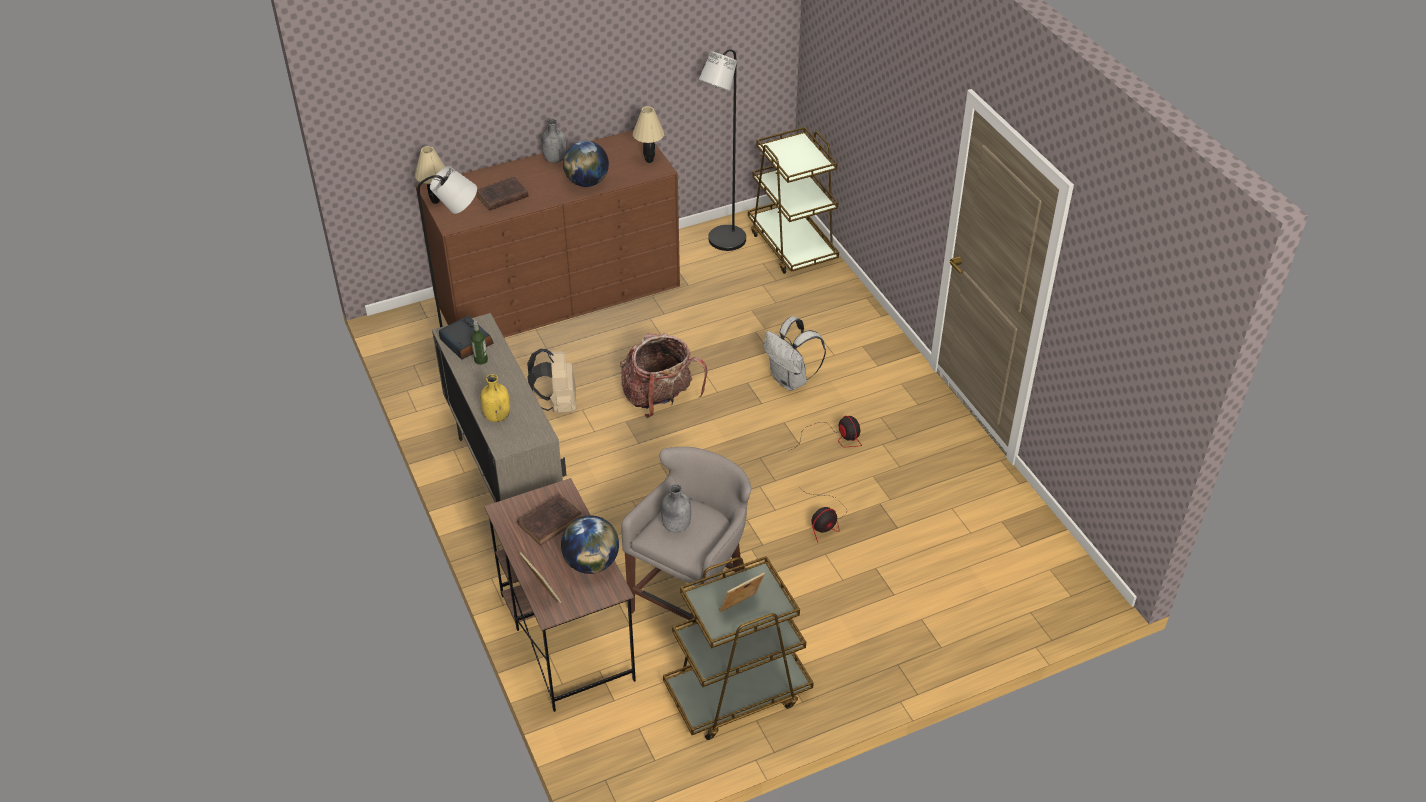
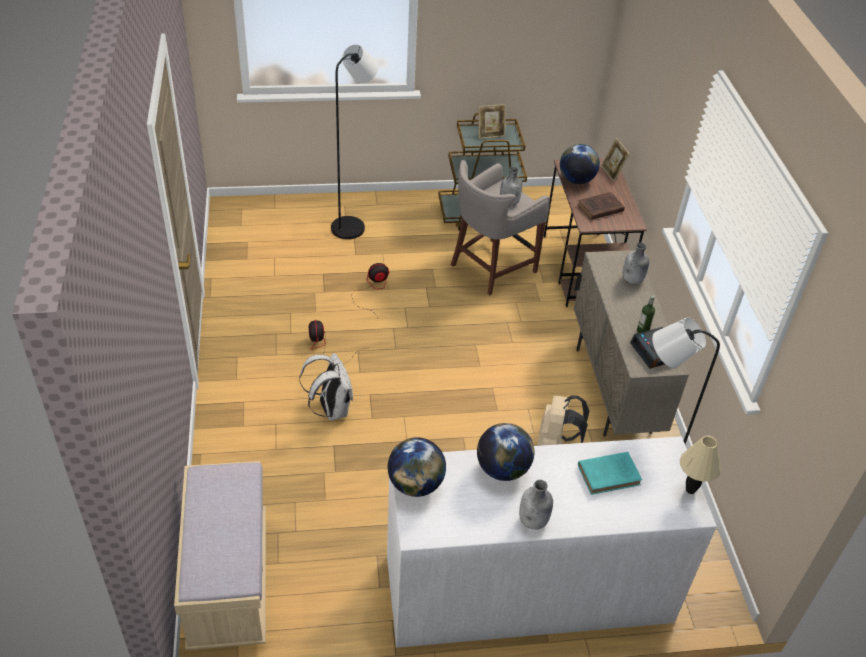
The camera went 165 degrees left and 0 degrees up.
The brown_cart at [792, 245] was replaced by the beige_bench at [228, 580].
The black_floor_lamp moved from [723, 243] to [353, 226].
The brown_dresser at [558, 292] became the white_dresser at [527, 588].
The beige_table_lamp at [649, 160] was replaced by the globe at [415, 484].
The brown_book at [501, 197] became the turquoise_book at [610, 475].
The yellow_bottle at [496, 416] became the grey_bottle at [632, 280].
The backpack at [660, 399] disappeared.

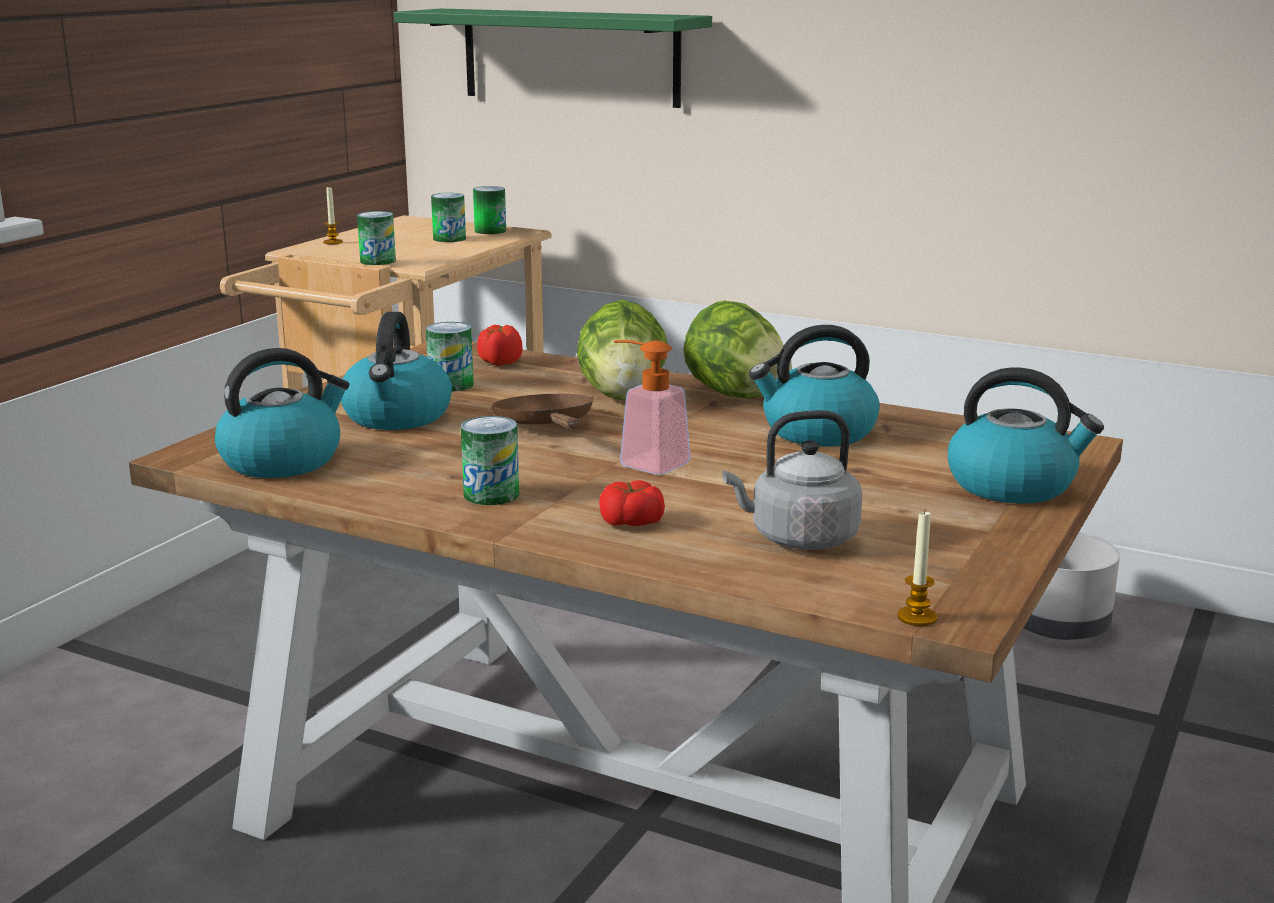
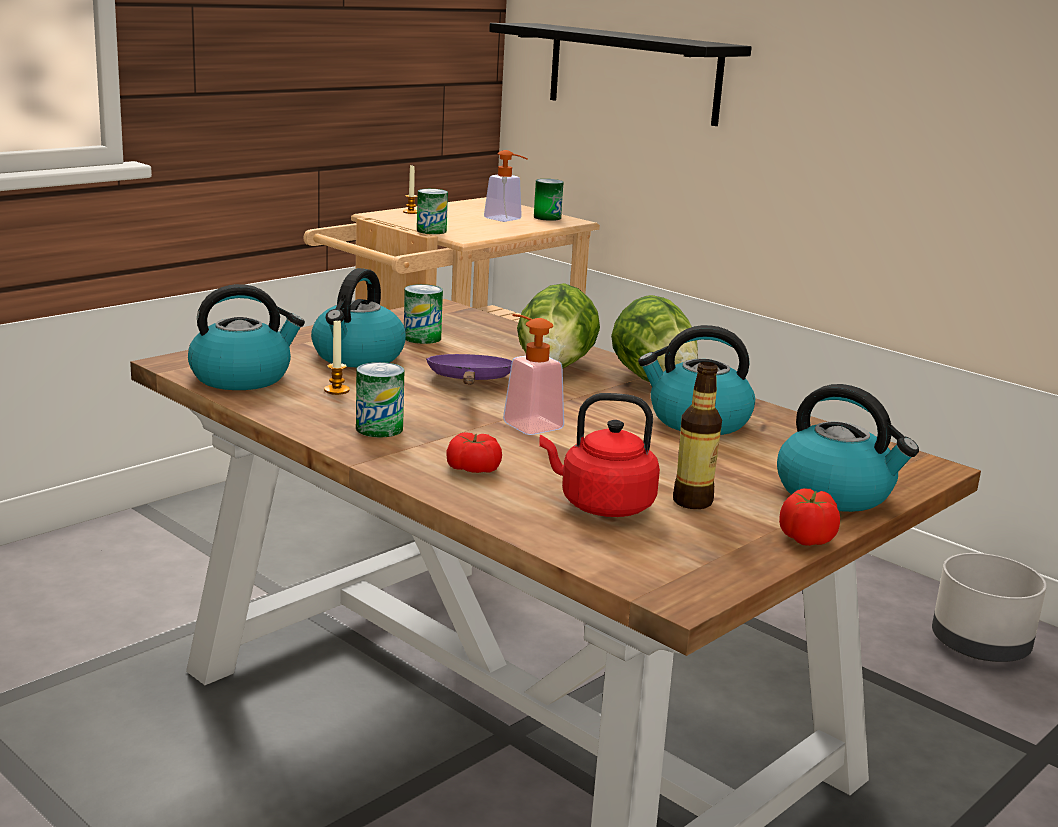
The camera went 15 degrees right and 0 degrees up.
The candle moved from [917, 617] to [336, 390].
The brown_frying_pan at [546, 426] became the purple_frying_pan at [470, 382].
The can at [449, 239] was replaced by the soap_dispenser at [507, 220].
The green_shelf at [570, 57] became the black_shelf at [633, 73].
The grey_kettle at [798, 538] became the red_kettle at [601, 505].
The bottle at [692, 501] appeared.
The tomato moved from [500, 363] to [806, 539].

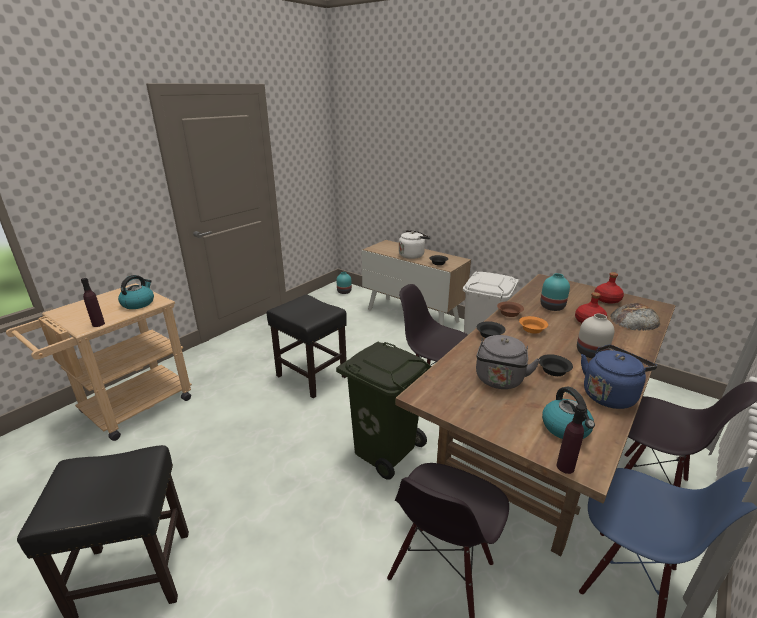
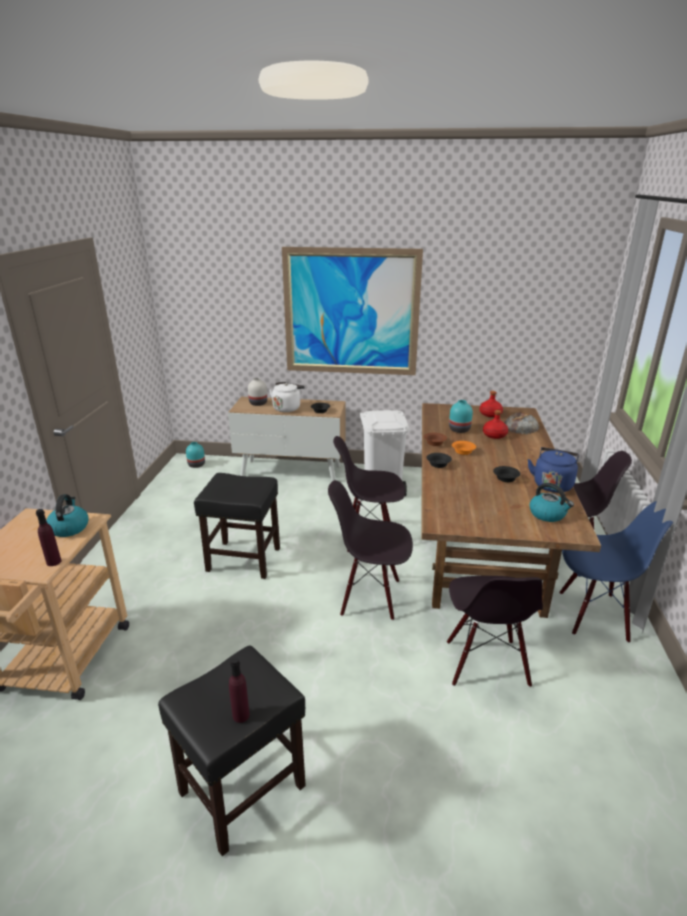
The camera went 30 degrees left and 0 degrees up.
The purple_bottle moved from [565, 467] to [241, 715].
The white_vase moved from [591, 352] to [258, 403].
The picture at [351, 313] appeared.
The green_trash_can at [385, 449] was replaced by the black_chair at [370, 596].
The grey_kettle at [499, 381] disappeared.

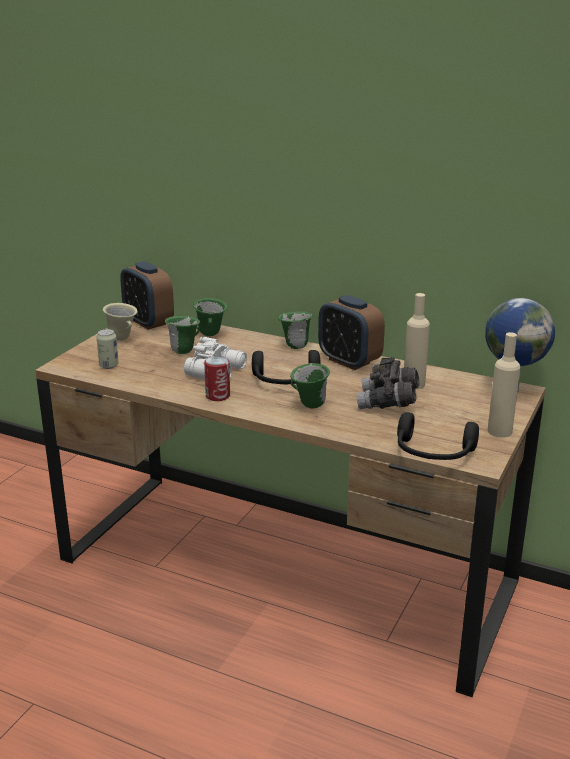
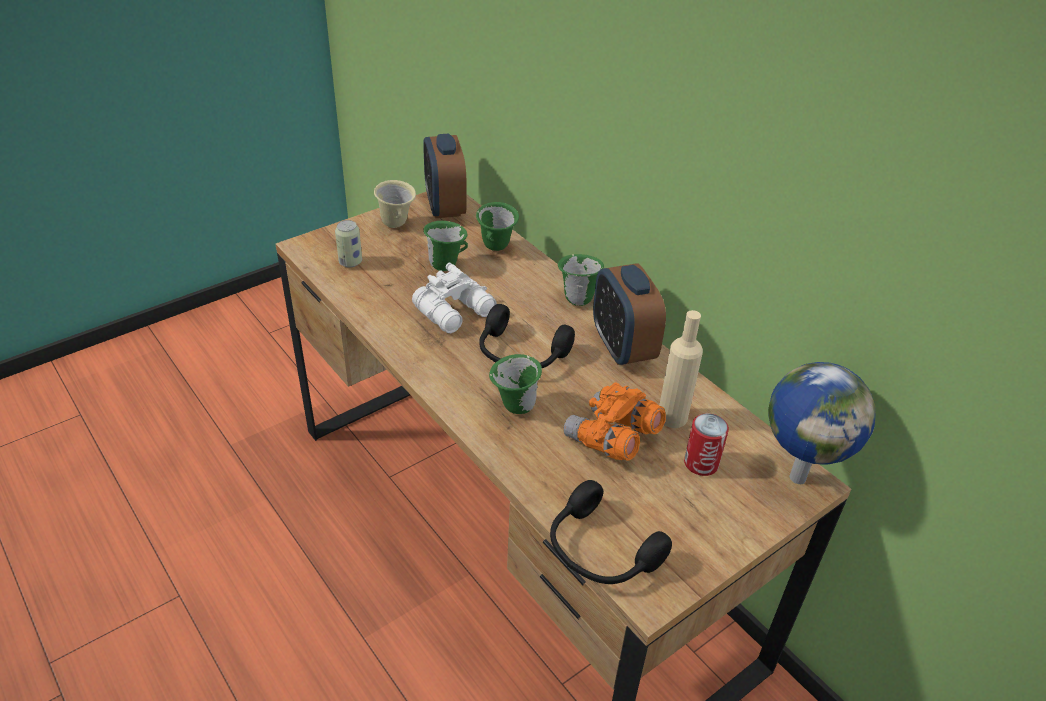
The camera went 25 degrees right and 15 degrees up.
The grey_binoculars at [388, 403] became the orange_binoculars at [612, 439].
The can moved from [218, 396] to [701, 463].
The beige_bottle at [499, 431] disappeared.

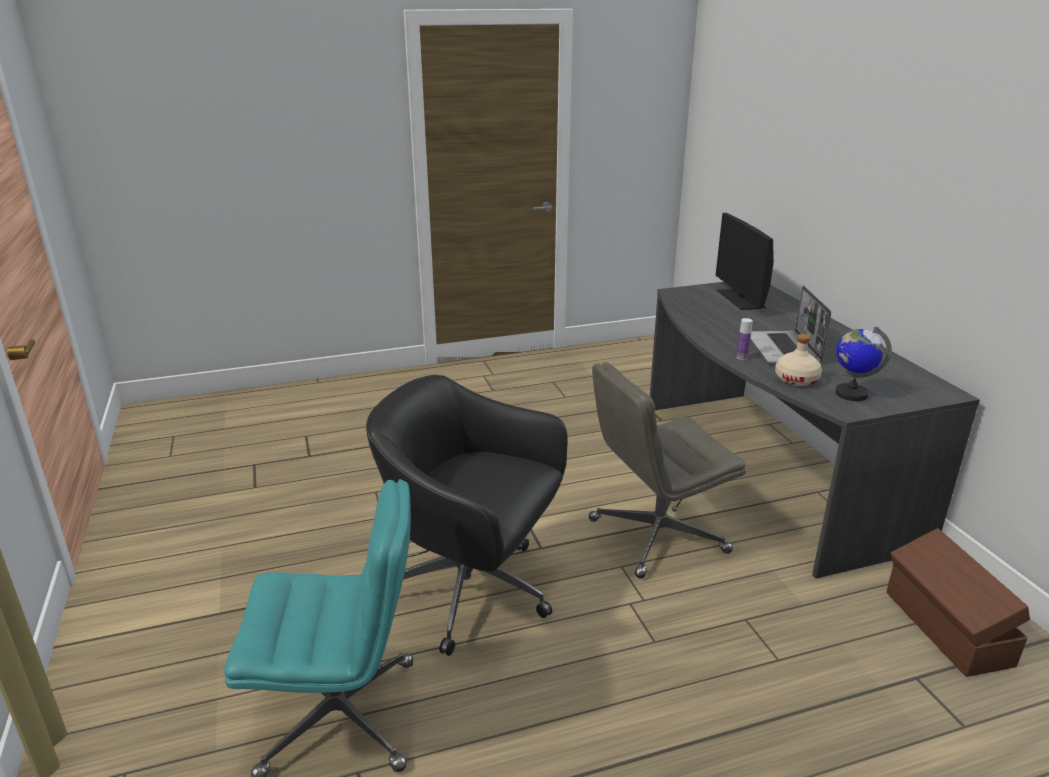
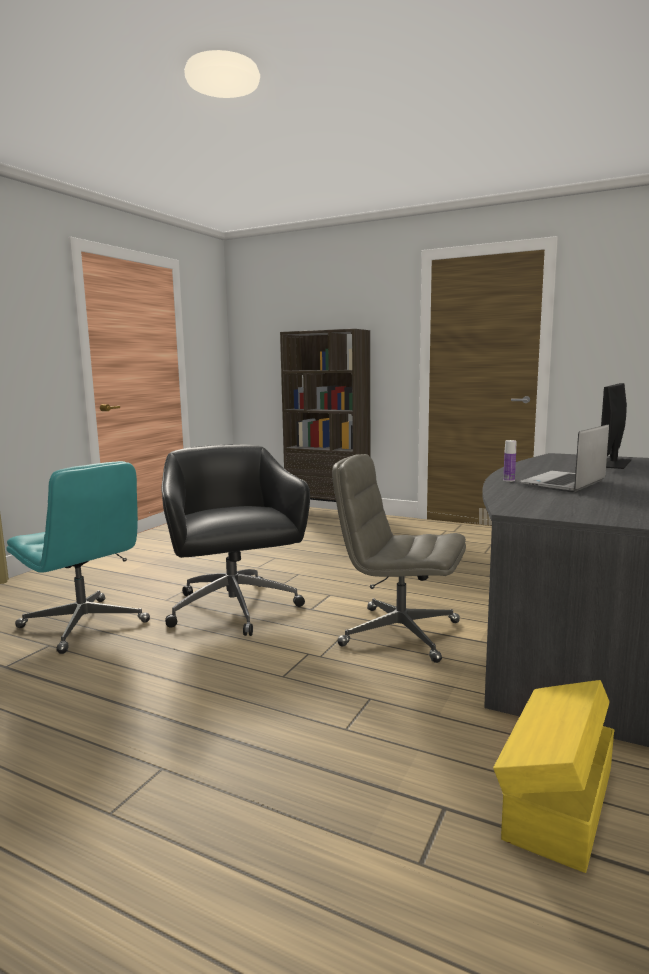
The camera went 45 degrees right and 15 degrees down.
The brown_bookcase at [328, 514] appeared.
The brown_storage_box at [946, 629] became the yellow_storage_box at [556, 802].
The beige_bottle at [796, 379] disappeared.
The globe at [851, 394] disappeared.

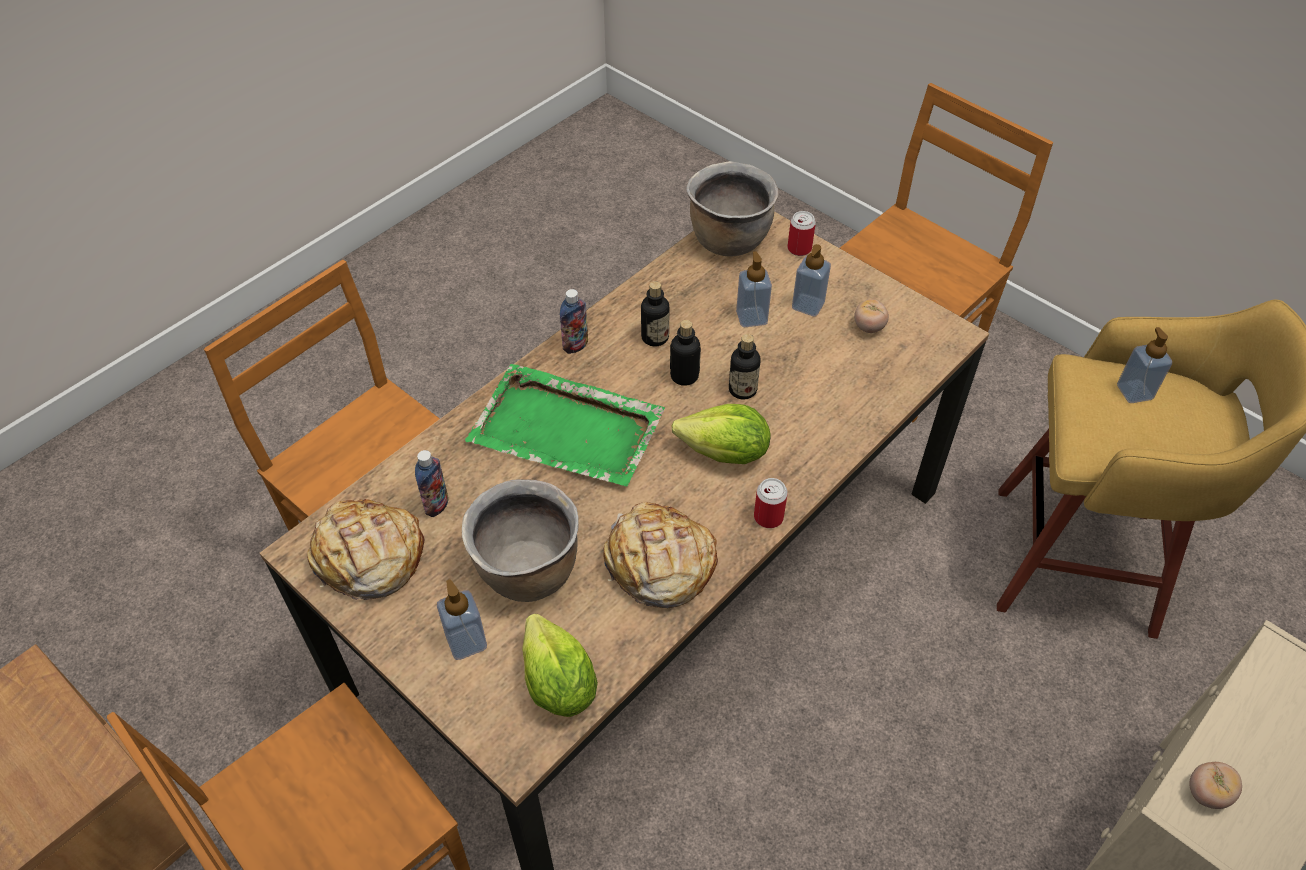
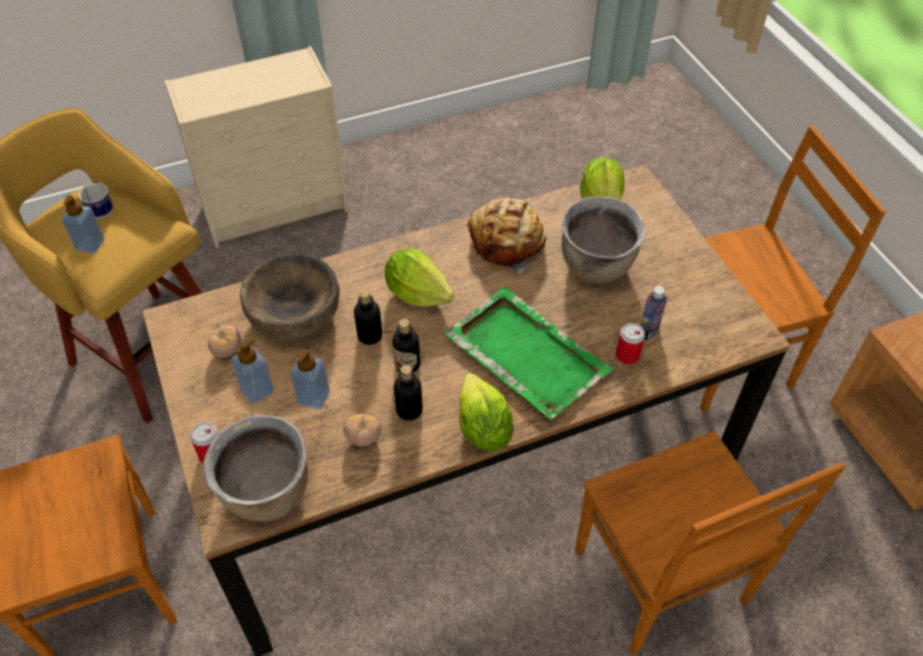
The camera went 155 degrees left and 0 degrees up.
The mug at [102, 210] appeared.
The brown_bowl at [294, 315] appeared.
The tomato moved from [1207, 793] to [363, 438].
The bottle at [575, 345] was replaced by the lettuce at [483, 429].
The can moved from [768, 517] to [627, 355].
The bread at [368, 558] disappeared.
The soap_dispenser at [466, 642] disappeared.

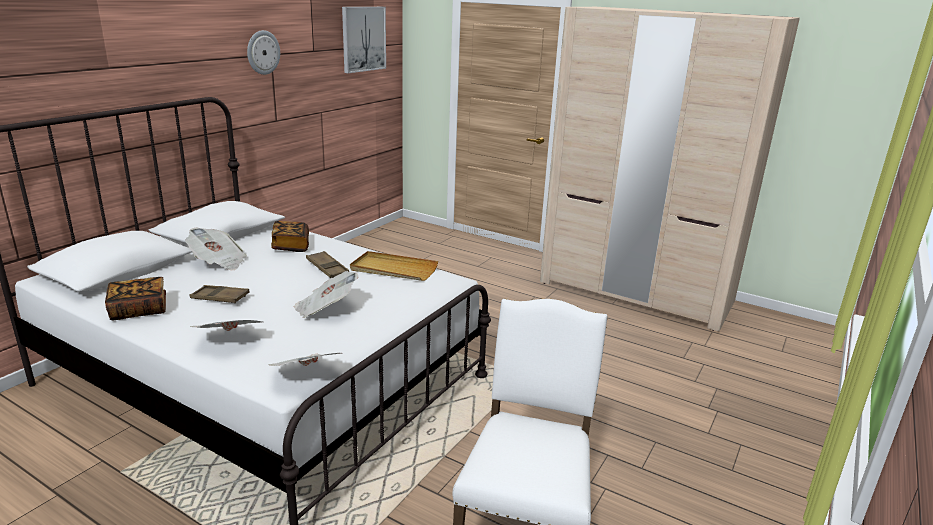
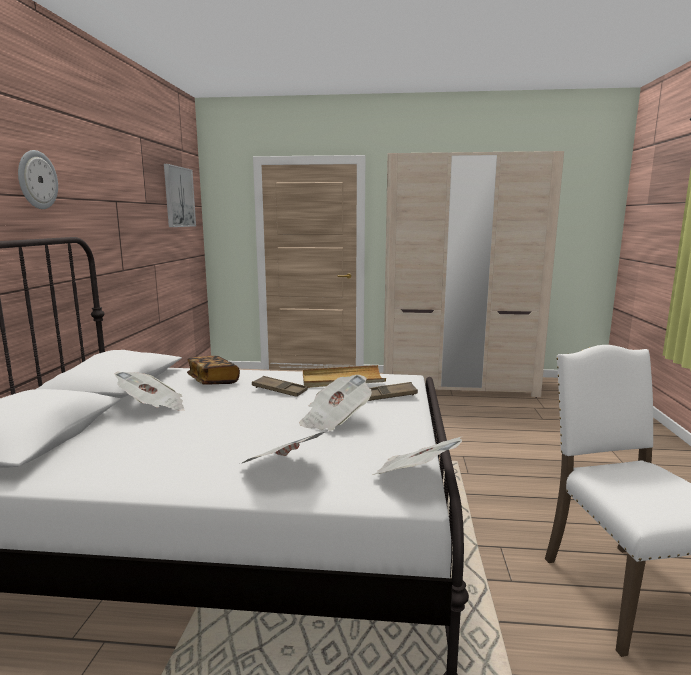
The camera went 25 degrees left and 10 degrees down.
The wall_clock moved from [263, 52] to [37, 180].
The brown_tray moved from [220, 298] to [388, 396].
The book at [139, 310] disappeared.

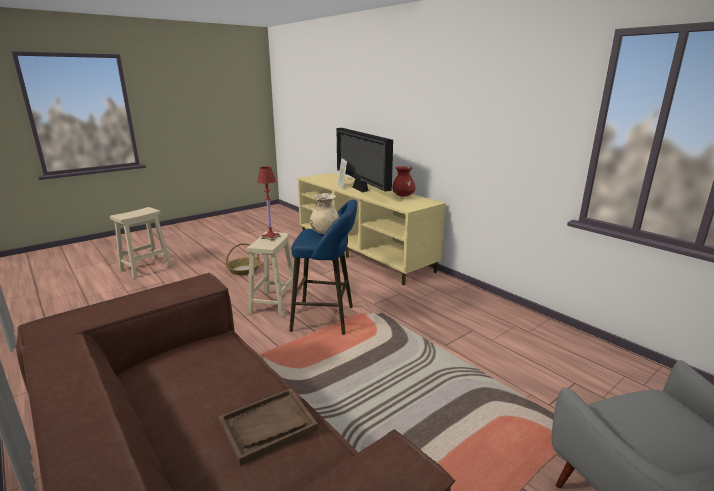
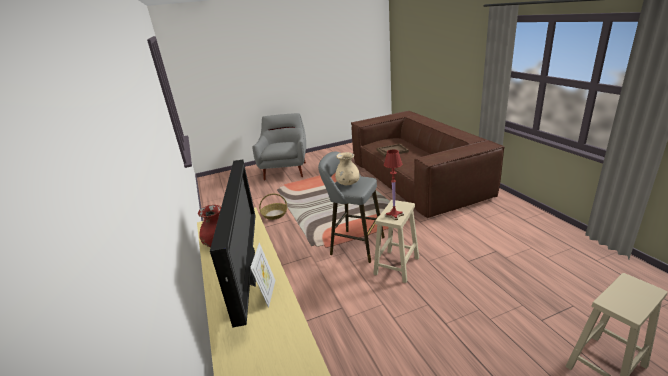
The camera went 160 degrees left and 5 degrees up.
The basket moved from [244, 270] to [274, 214].
The blue_stool at [327, 318] became the grey_stool at [354, 245].

